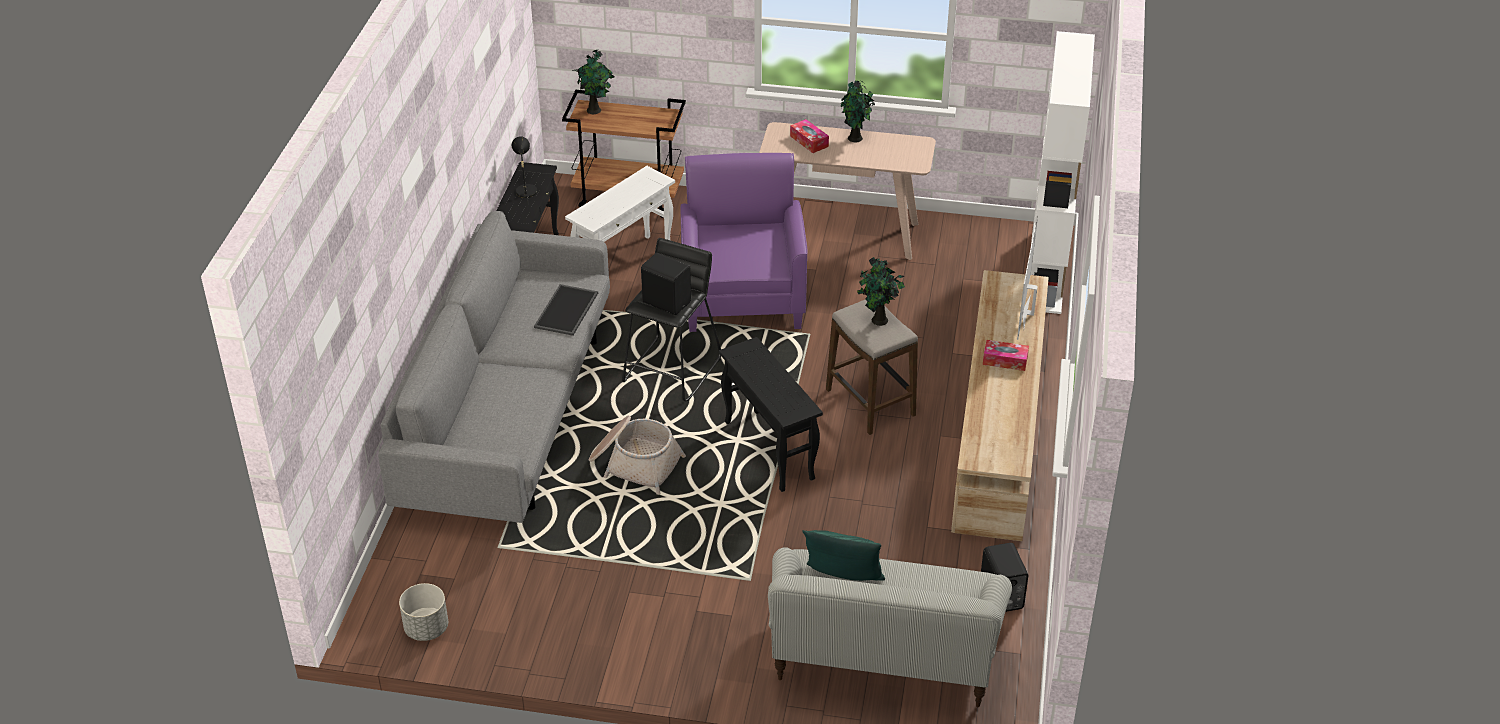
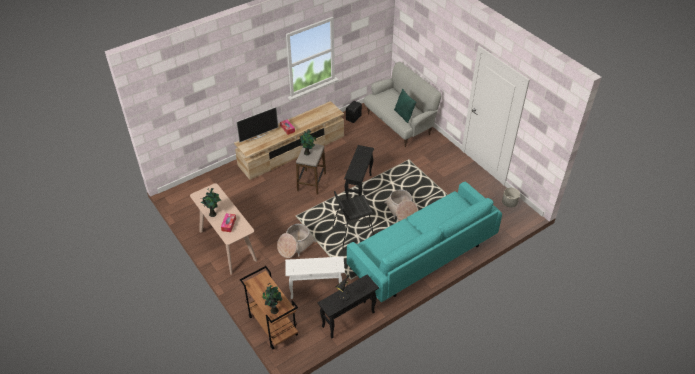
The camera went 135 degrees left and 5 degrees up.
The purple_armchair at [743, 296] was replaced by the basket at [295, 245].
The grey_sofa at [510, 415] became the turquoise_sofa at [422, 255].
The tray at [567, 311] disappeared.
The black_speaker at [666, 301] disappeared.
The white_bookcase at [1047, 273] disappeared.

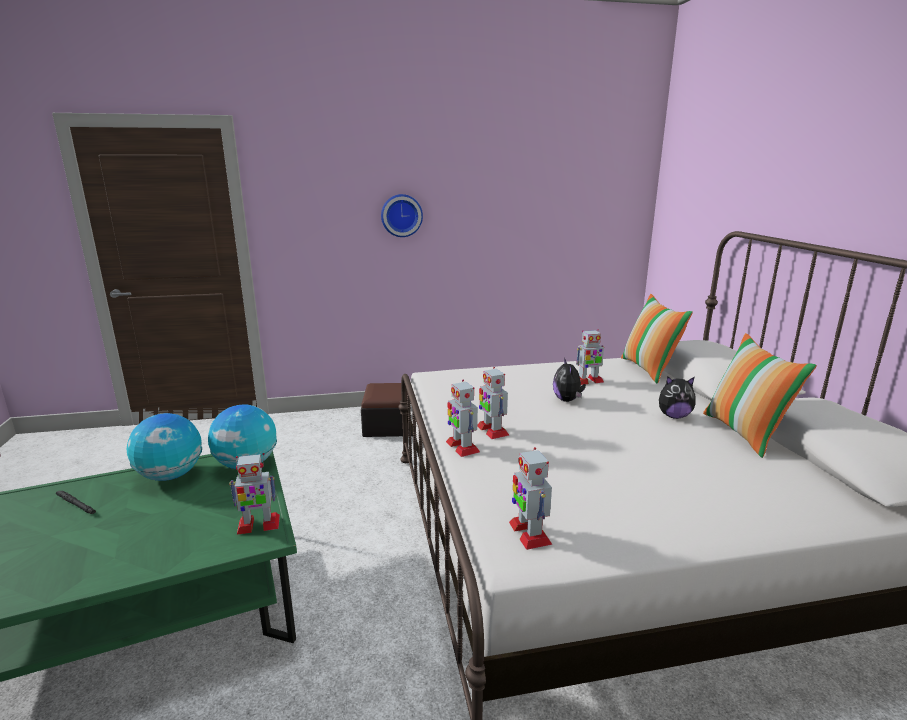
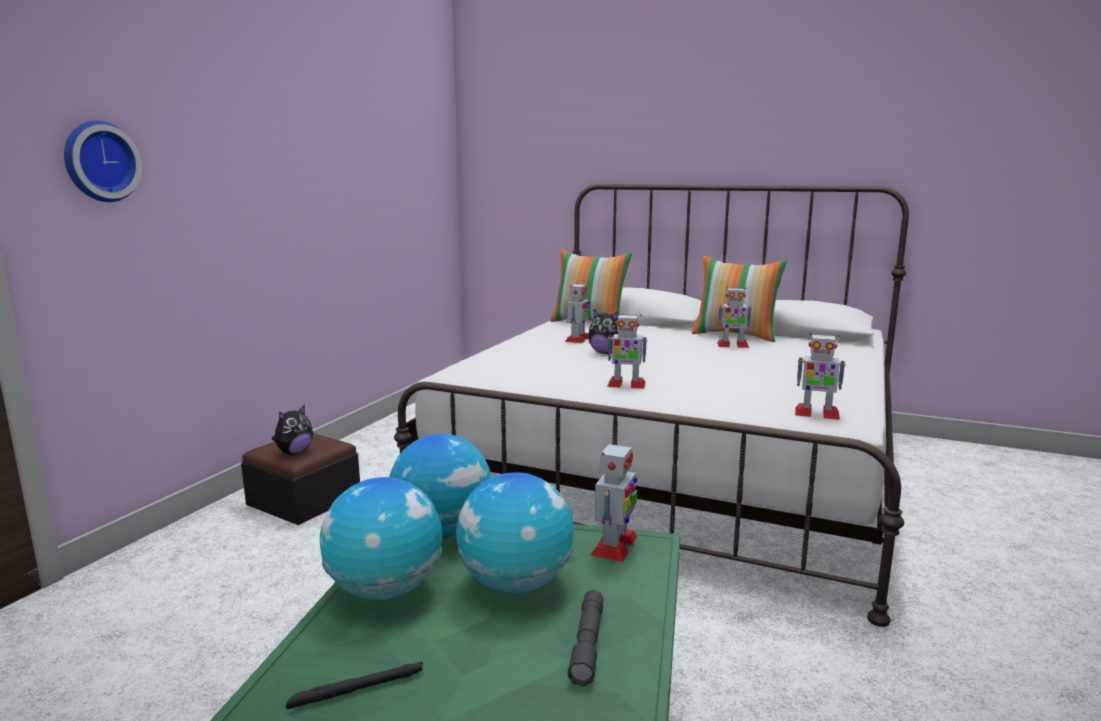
The camera went 55 degrees left and 5 degrees down.
The wall_clock moved from [401, 215] to [99, 162].
The plush_toy moved from [673, 416] to [294, 452].
The globe at [516, 584] appeared.
The grey_flashlight at [587, 644] appeared.
The toy_robot moved from [462, 446] to [732, 345].

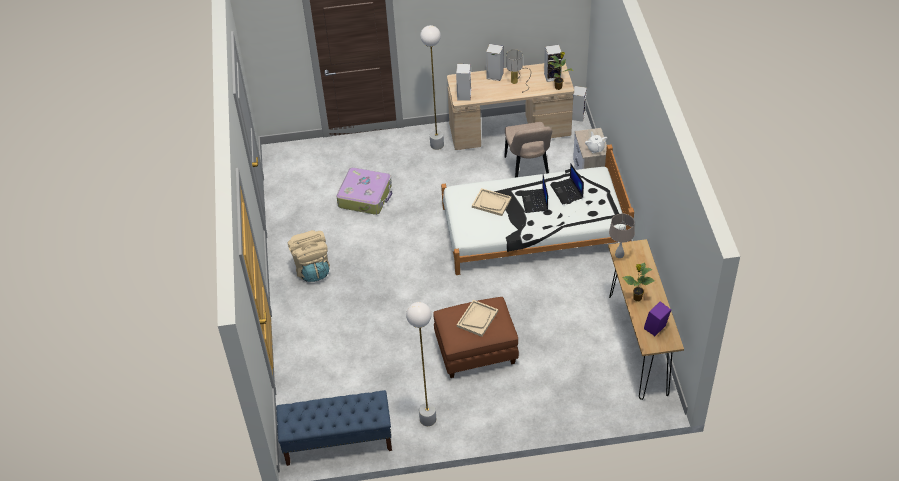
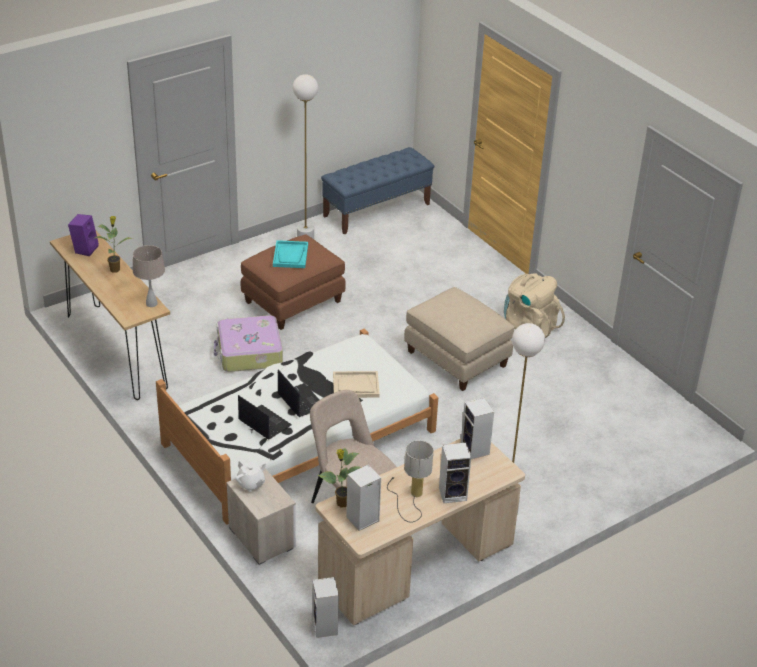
The camera went 150 degrees right and 10 degrees down.
The suitcase moved from [365, 196] to [249, 352].
The beige_tray at [477, 319] became the turquoise_tray at [290, 255].
The beige_ottoman at [457, 358] appeared.

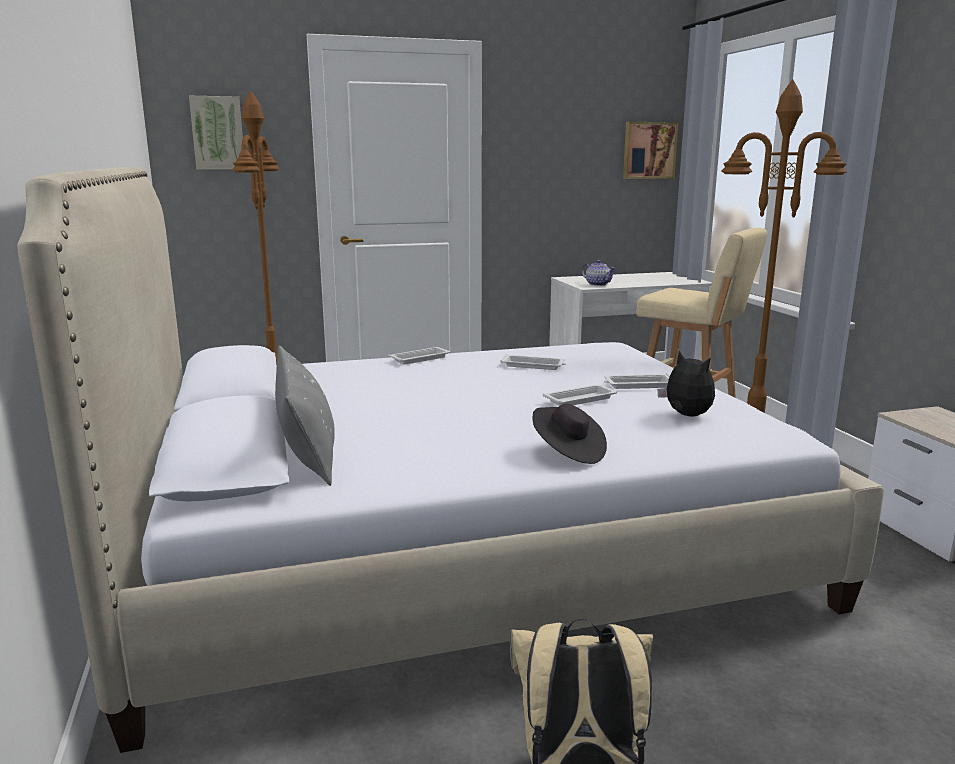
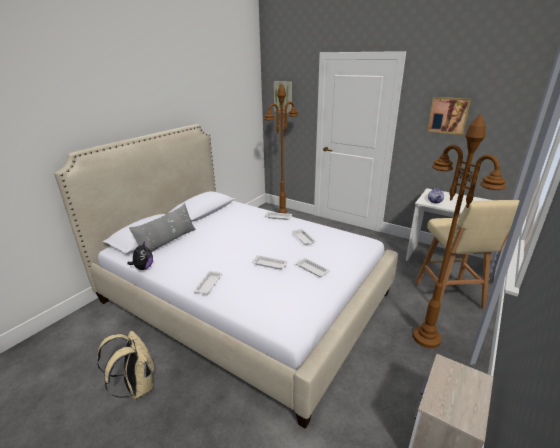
The camera went 50 degrees right and 10 degrees up.
The plush_toy moved from [686, 416] to [143, 268].
The black_hat at [568, 452] was replaced by the white_tray at [209, 284].
The picture moved from [648, 150] to [448, 115].

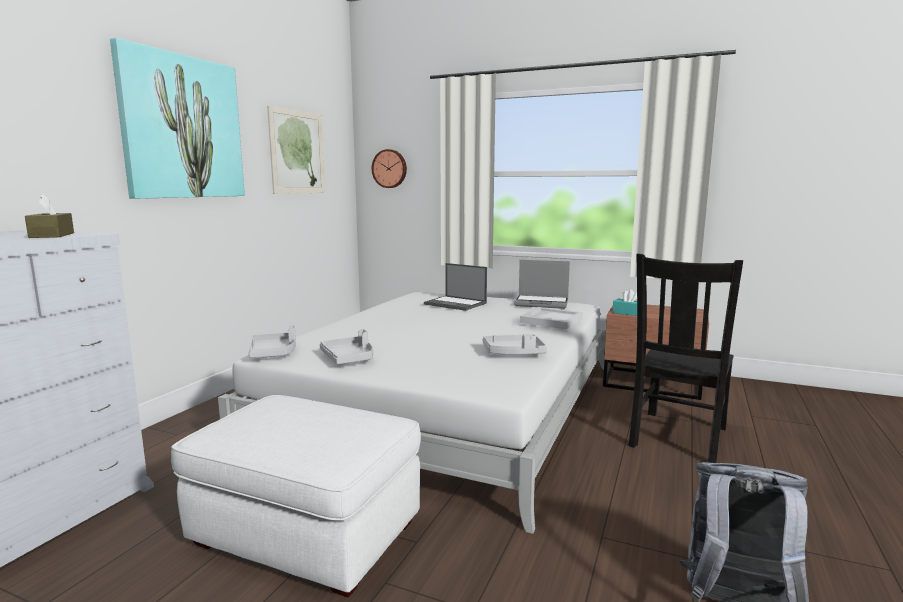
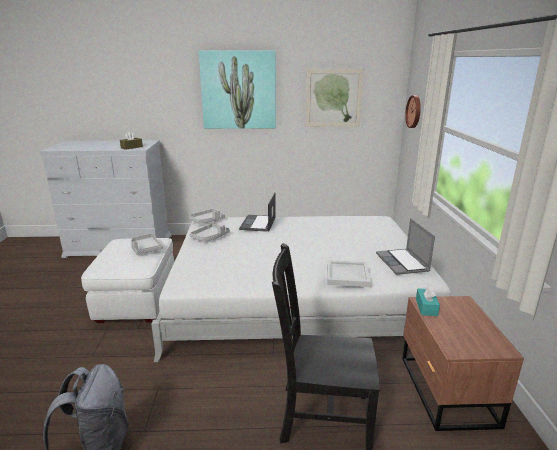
The camera went 65 degrees right and 10 degrees up.
The grey_tray moved from [514, 353] to [145, 248].
The laptop moved from [456, 304] to [258, 223].

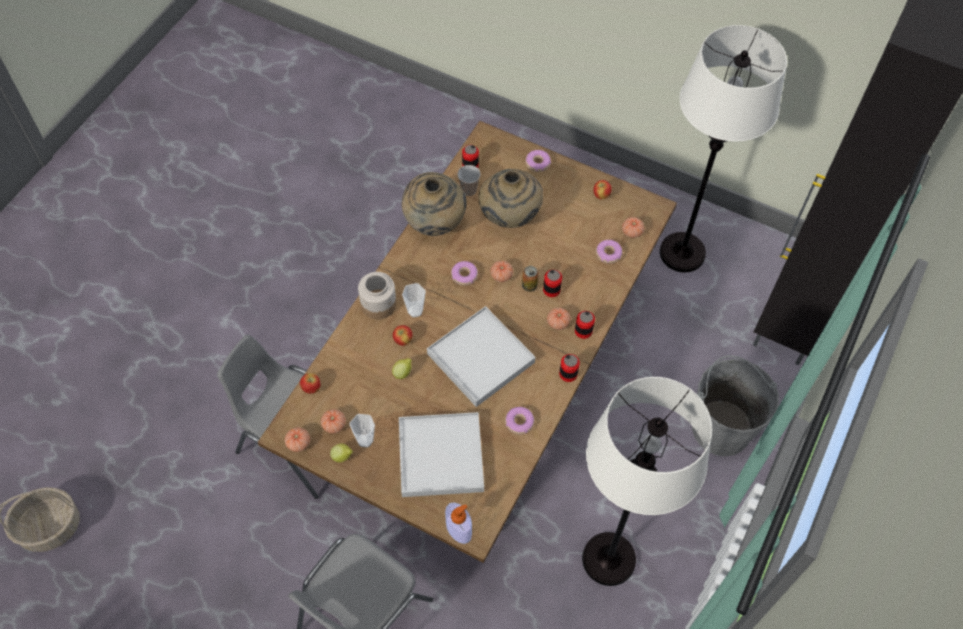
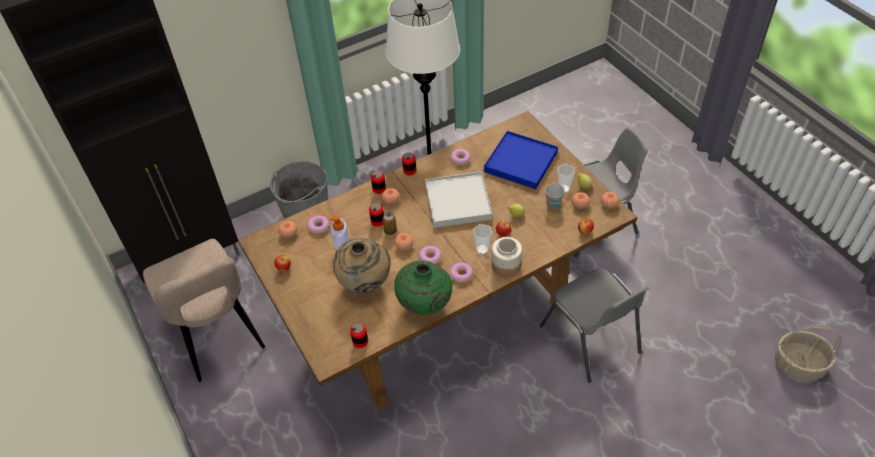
The camera went 145 degrees left and 10 degrees down.
The white_floor_lamp at [682, 253] was replaced by the beige_chair at [217, 336].
The soap_dispenser moved from [458, 529] to [341, 243].
The beige_vase at [435, 224] became the green_vase at [424, 305].
The donut moved from [537, 163] to [461, 274].
The white_tray at [441, 456] became the blue_tray at [520, 162].
The cup moved from [469, 190] to [553, 205].

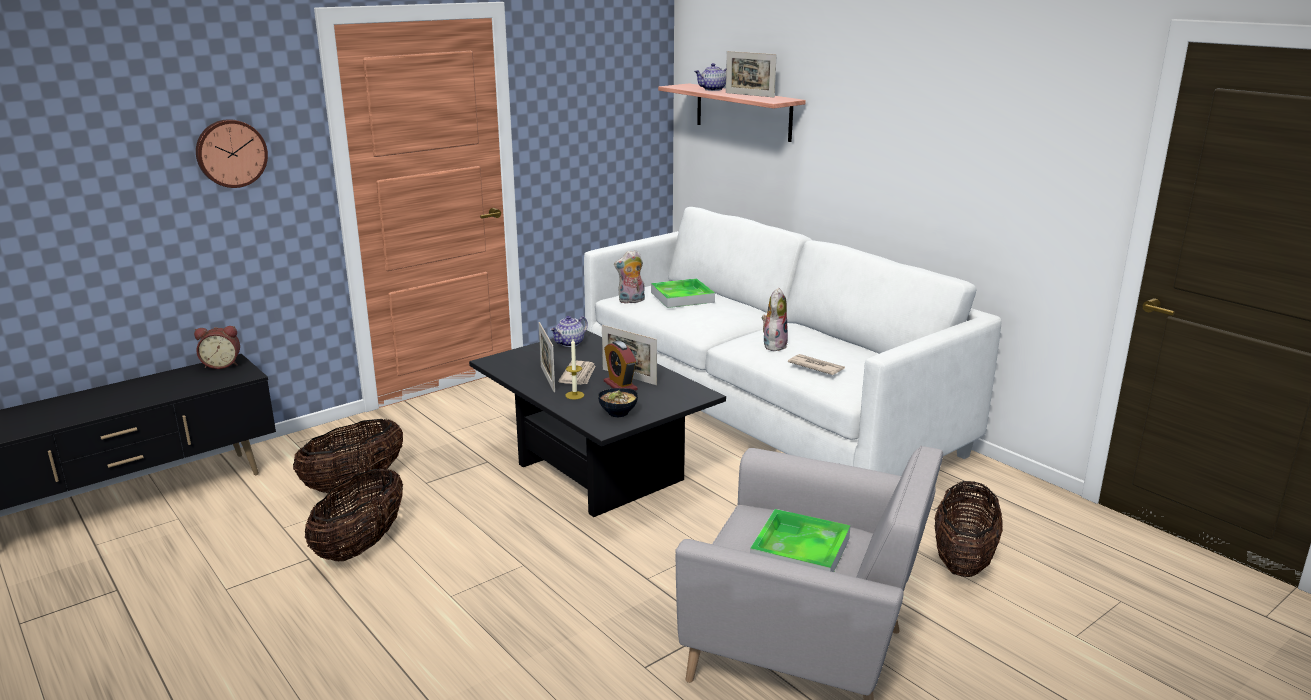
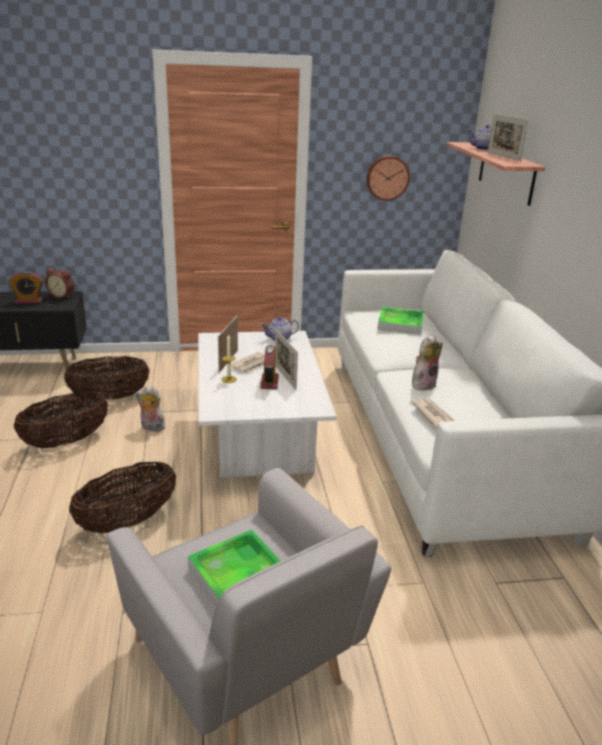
The camera went 30 degrees right and 5 degrees up.
The alarm_clock at [29, 301] appeared.
The basket moved from [963, 560] to [127, 521].
The plush_toy moved from [631, 301] to [151, 428].
The black_coffee_table at [594, 473] became the white_coffee_table at [258, 443].
The wall_clock moved from [231, 153] to [387, 177].
The bowl at [617, 413] disappeared.

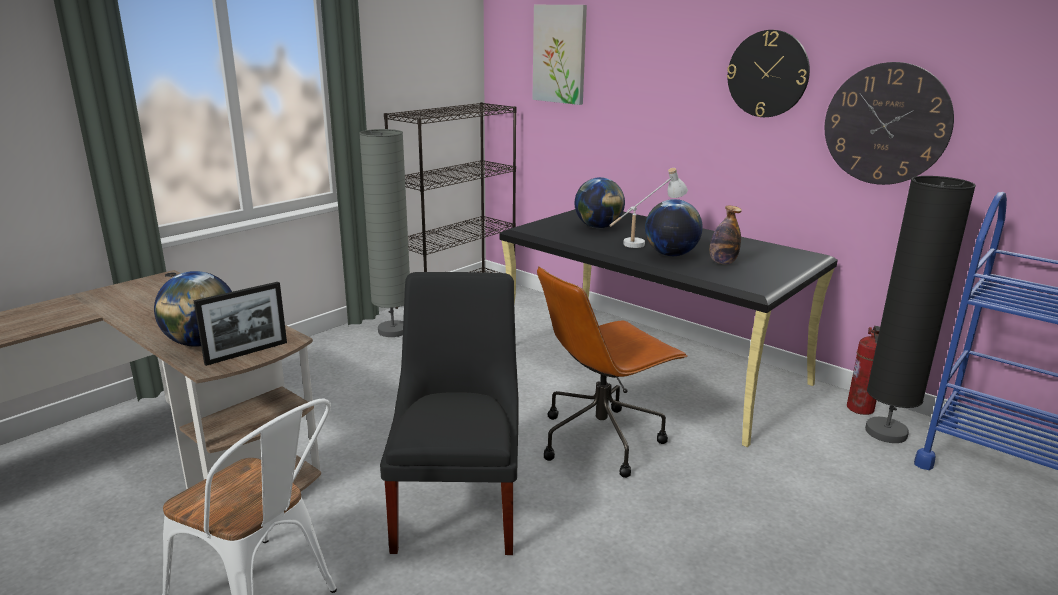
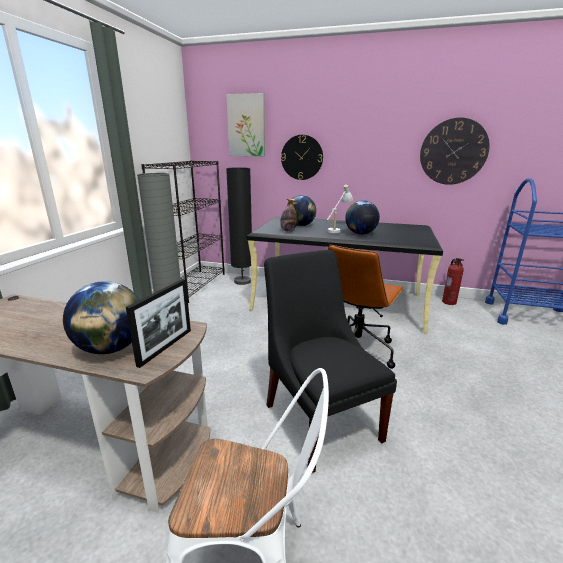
The camera went 25 degrees left and 0 degrees up.
The black_floor_lamp moved from [886, 432] to [242, 281].
The bottle moved from [722, 262] to [288, 231].
The wall_clock moved from [768, 74] to [302, 157].

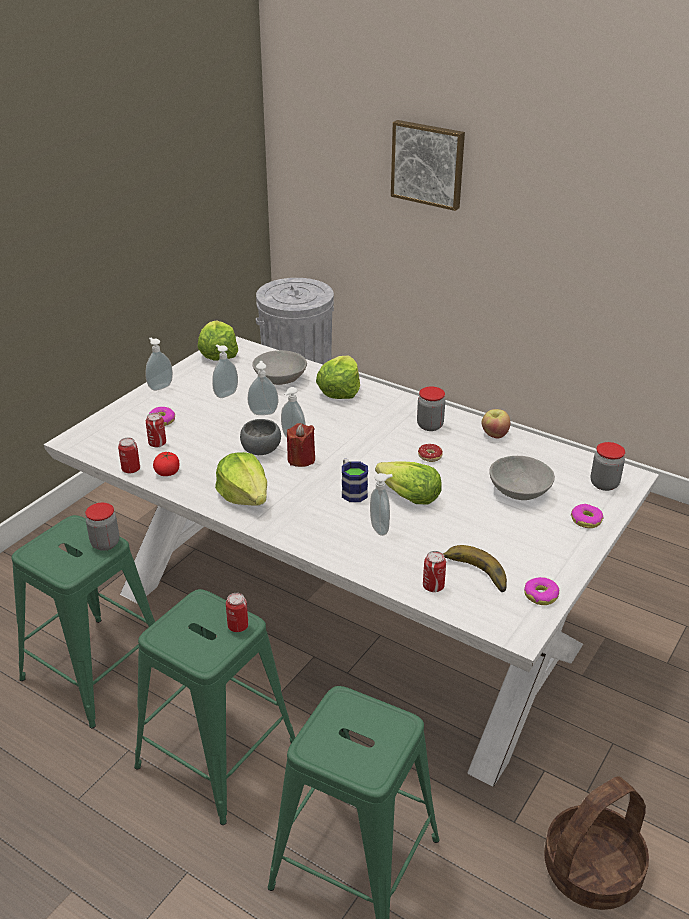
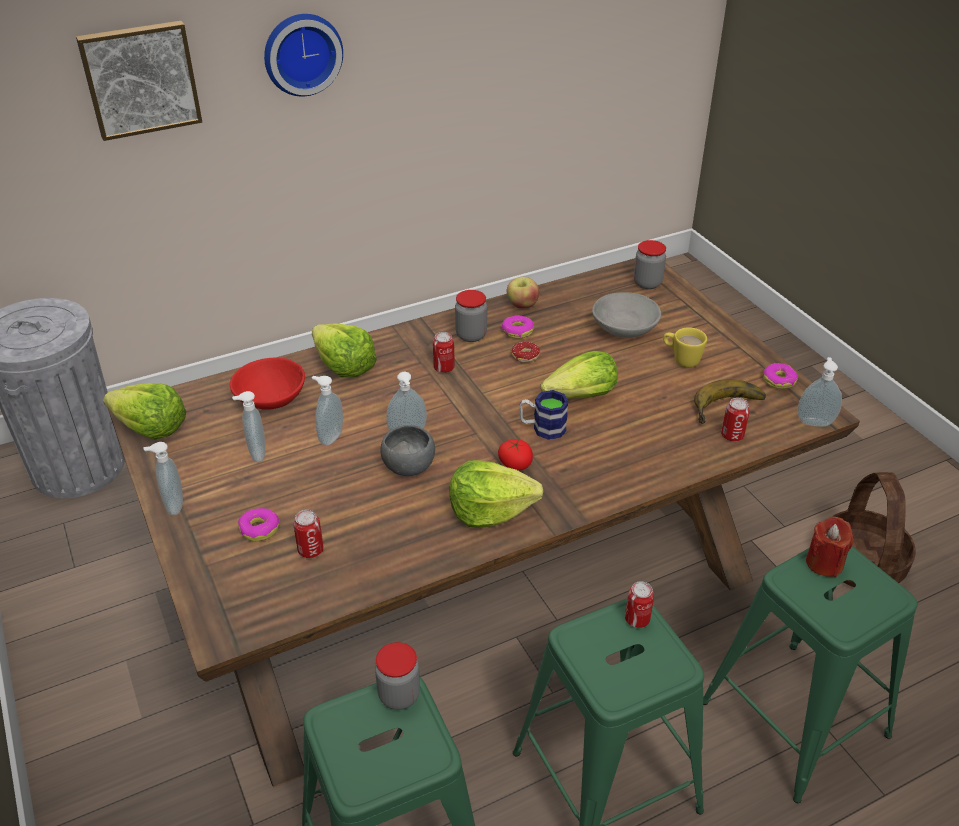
The camera went 60 degrees left and 5 degrees up.
The white_dining_table at [342, 618] became the brown_dining_table at [478, 589].
The grey_bowl at [280, 379] became the red_bowl at [271, 400].
The wall_clock at [301, 53] appeared.
The can moved from [131, 469] to [444, 368].
The tomato moved from [167, 472] to [515, 464].
The donut moved from [586, 520] to [517, 331].
The yellow_mug at [681, 359] appeared.
The soap_dispenser moved from [381, 528] to [814, 421].
The red_candle moved from [301, 459] to [824, 563].

